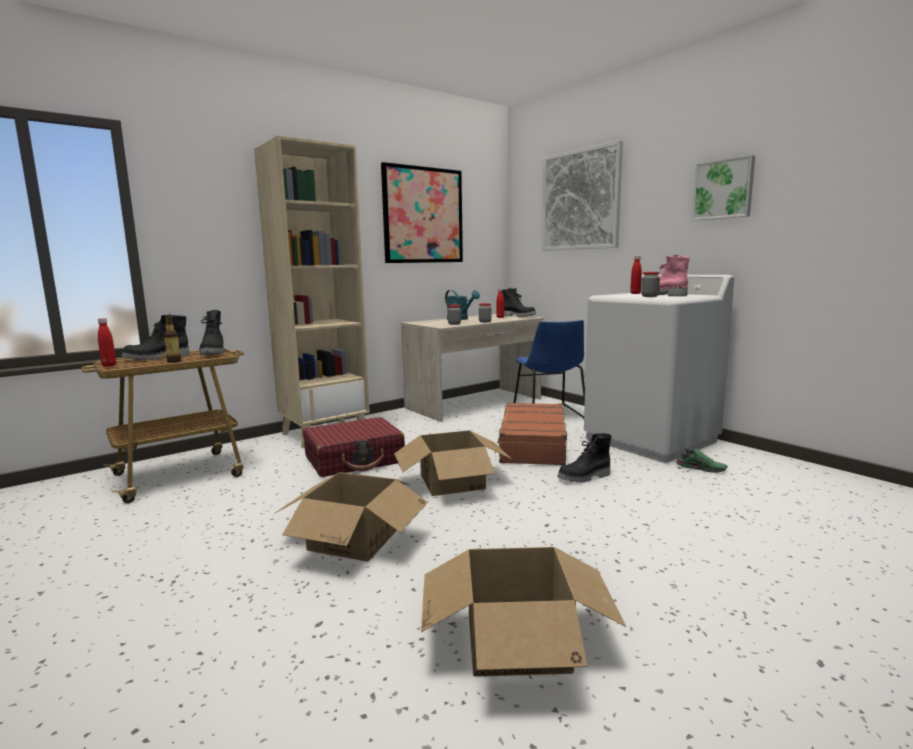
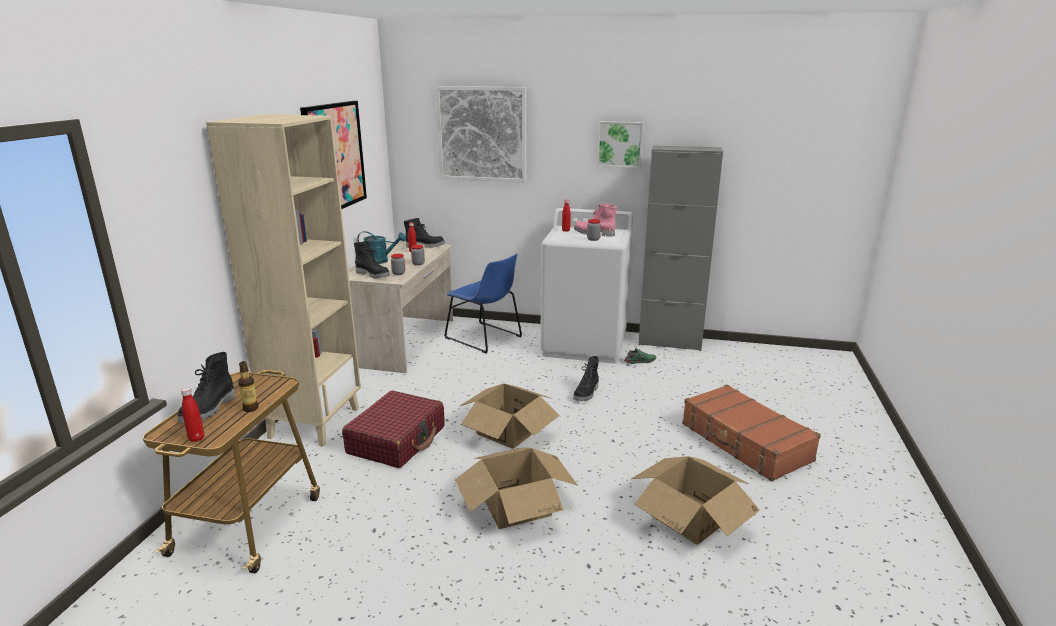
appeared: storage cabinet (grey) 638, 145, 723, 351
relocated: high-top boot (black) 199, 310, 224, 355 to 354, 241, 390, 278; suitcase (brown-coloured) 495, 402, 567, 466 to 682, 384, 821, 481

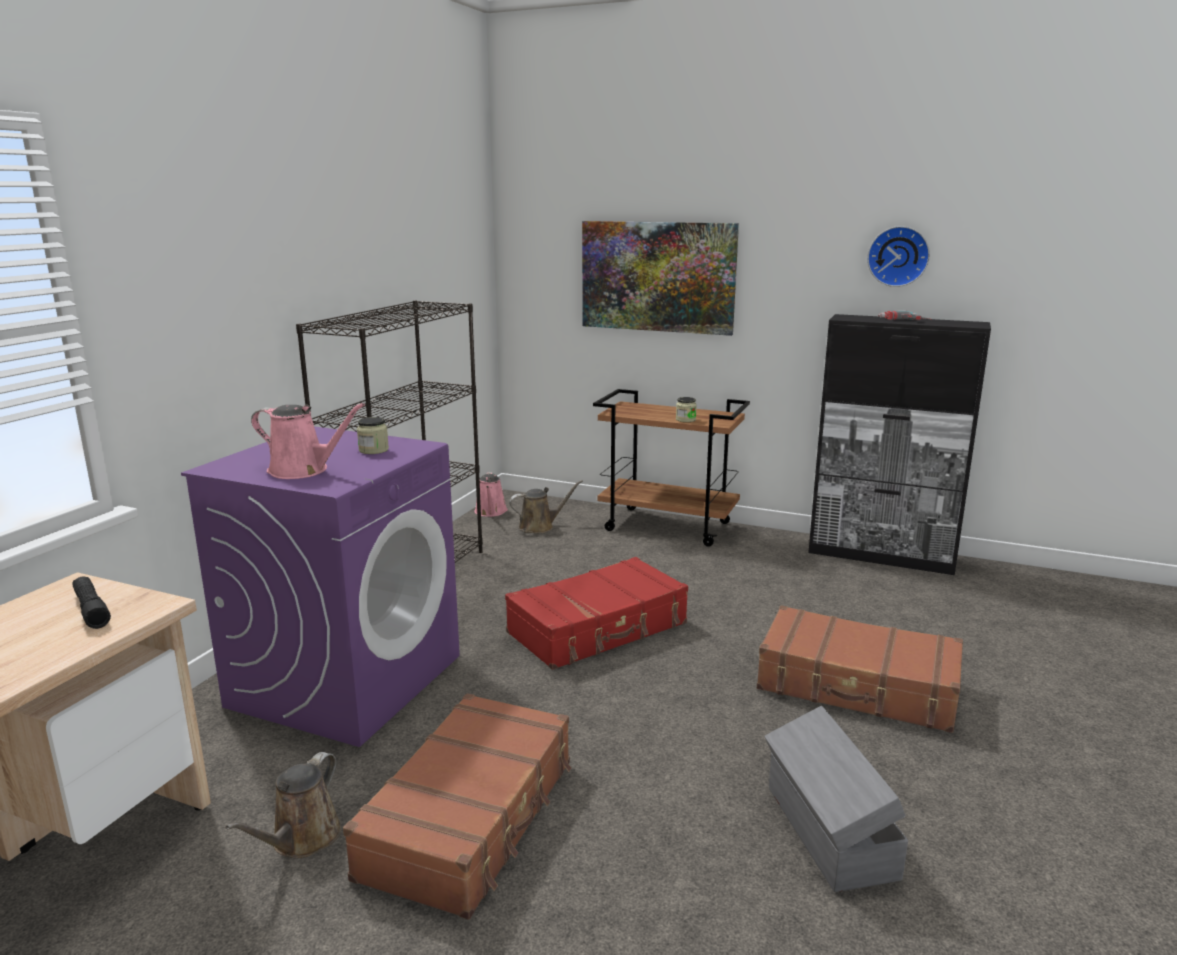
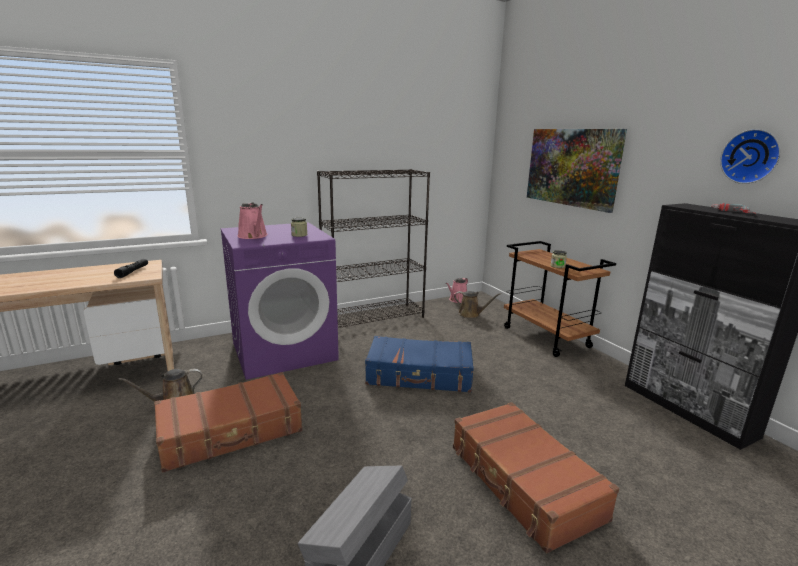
colour: suitcase (red) 505, 557, 688, 670 to suitcase (blue) 365, 336, 474, 393

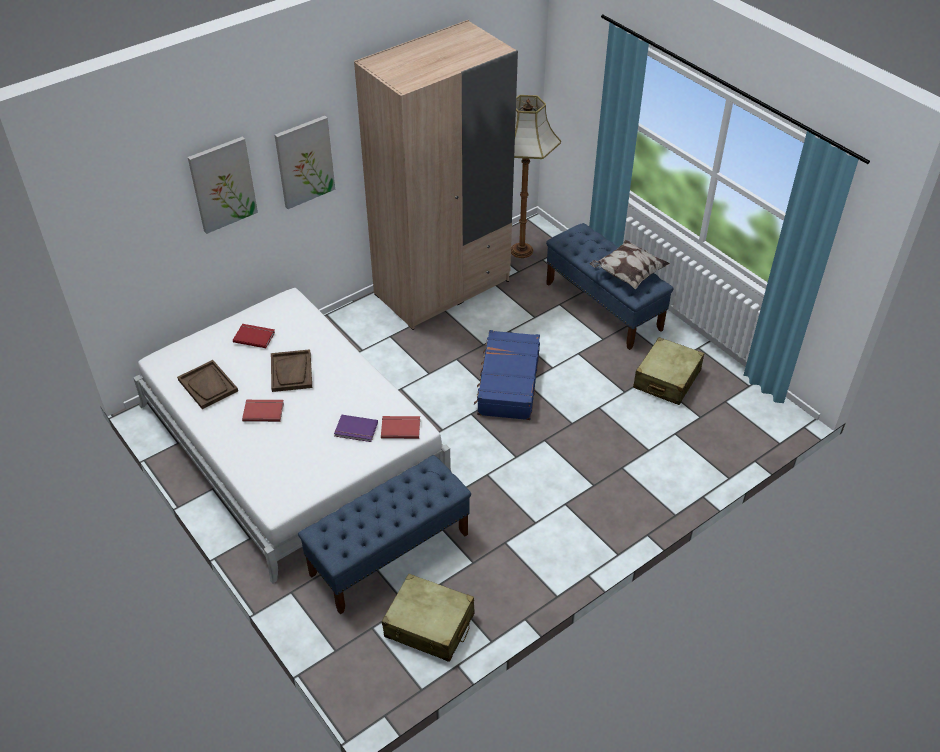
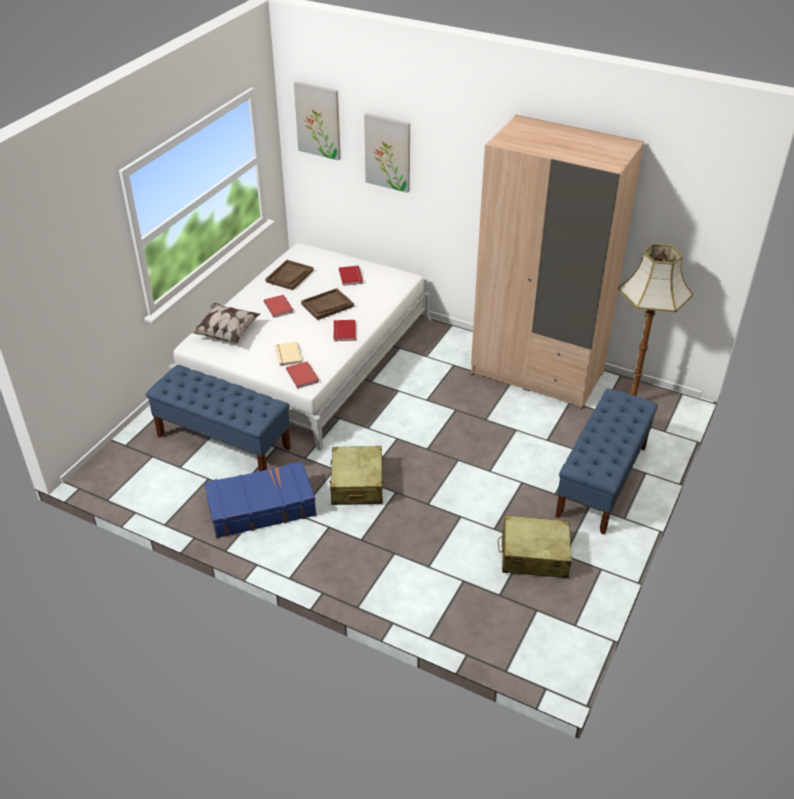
appeared: volume (red) 334, 320, 356, 341
relocated: picture 275, 116, 335, 209 to 294, 82, 341, 161; pillow 590, 240, 670, 289 to 189, 303, 260, 344; suitcase (blue) 474, 330, 540, 420 to 204, 461, 317, 538; suitcase (beige) 382, 574, 475, 662 to 329, 446, 383, 505
colour: volume (purple) 334, 415, 378, 442 to volume (beige) 275, 342, 302, 366

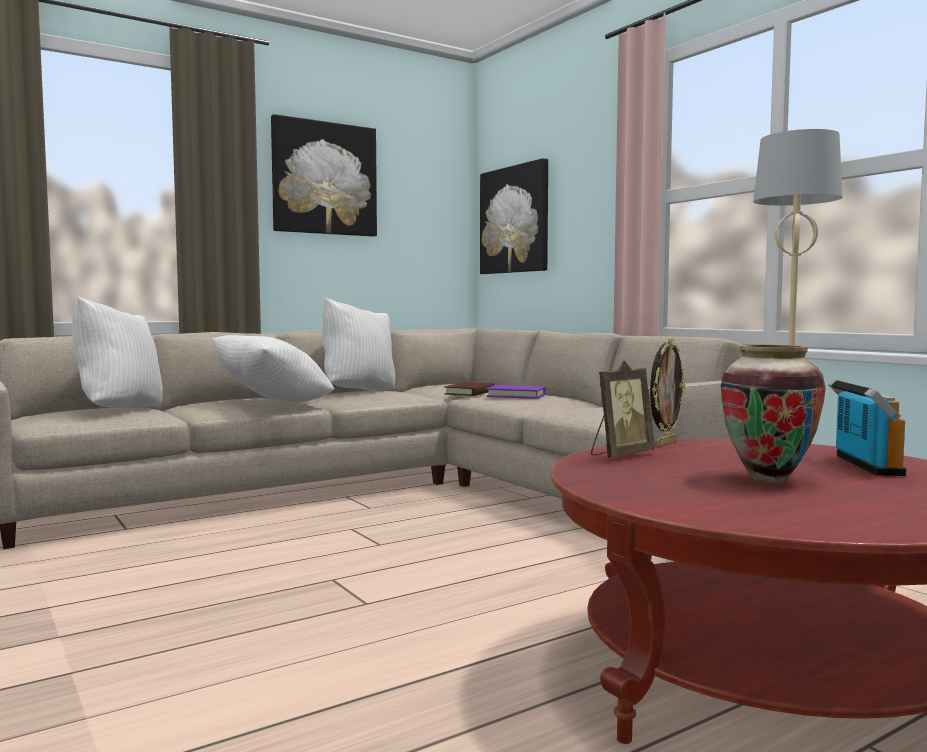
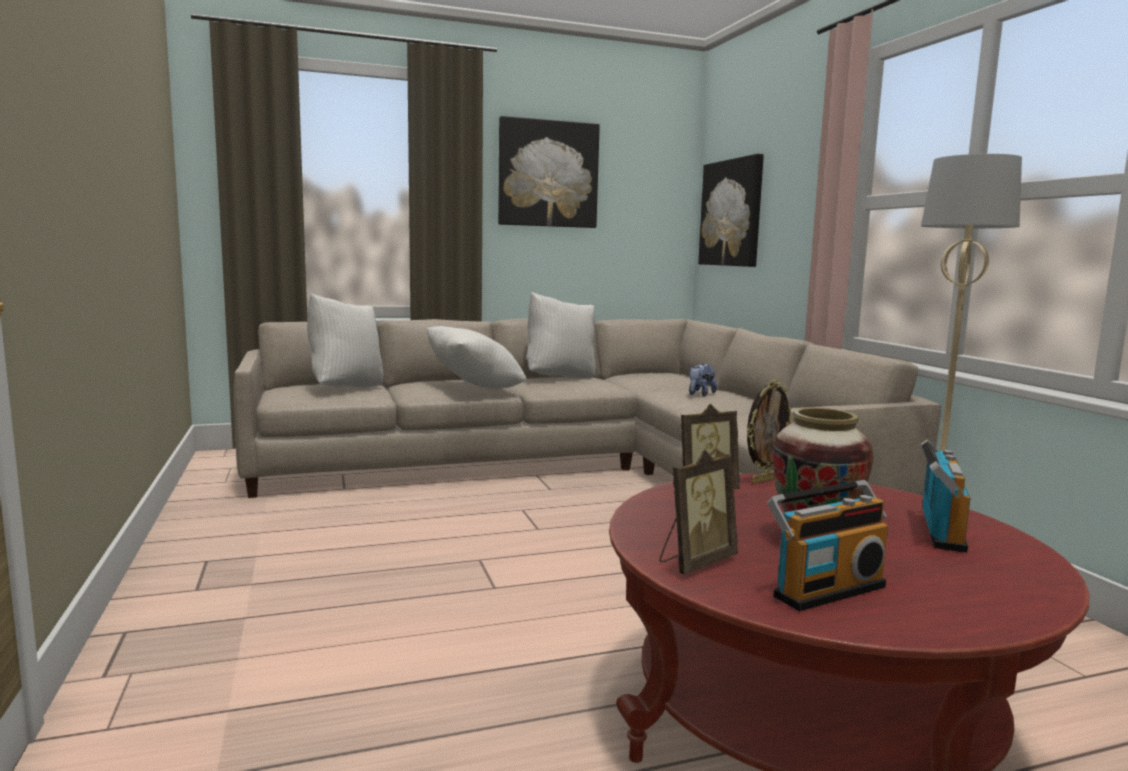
missing: volume (brown-coloured) 444, 382, 495, 396
appeared: photo frame 660, 449, 738, 574; radio 767, 480, 888, 611
exchanged: volume (purple) 486, 385, 546, 399 to cuddly toy 689, 364, 717, 396

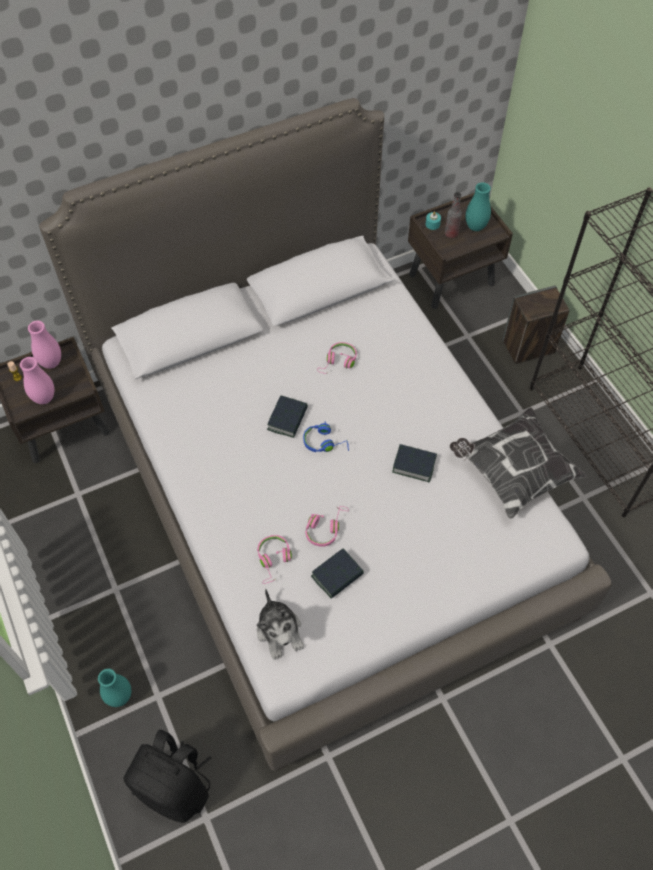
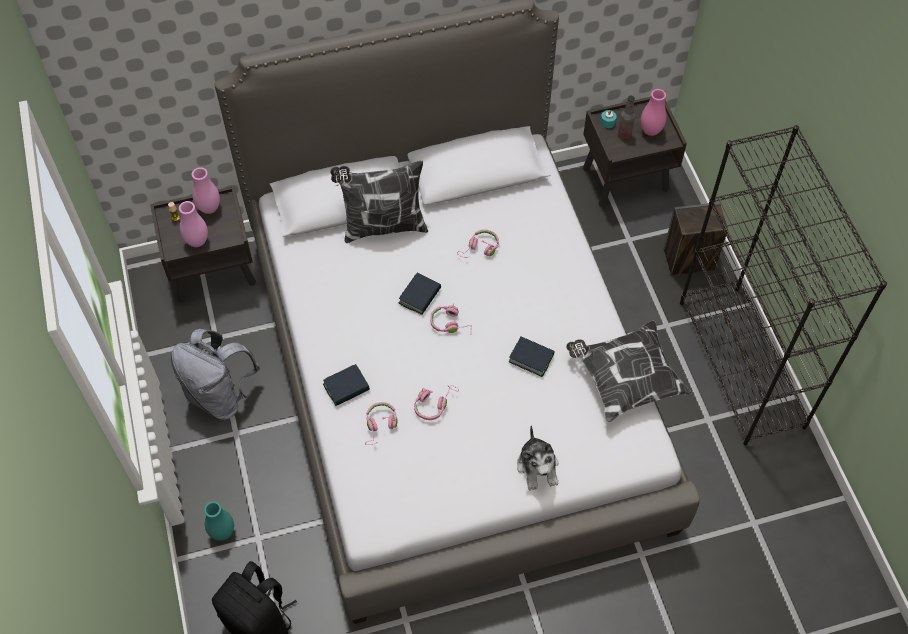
appeared: pillow 330, 161, 428, 243; knapsack (grey) 171, 329, 260, 420
relocated: volume 311, 549, 364, 599 to 323, 364, 370, 406; cuddly toy 257, 588, 304, 660 to 517, 425, 558, 491
colour: decorative vase (turquoise-coloured) 466, 182, 491, 231 to decorative vase (pink) 641, 89, 667, 136; pair of headphones (blue) 303, 421, 349, 452 to pair of headphones (pink) 430, 304, 472, 333

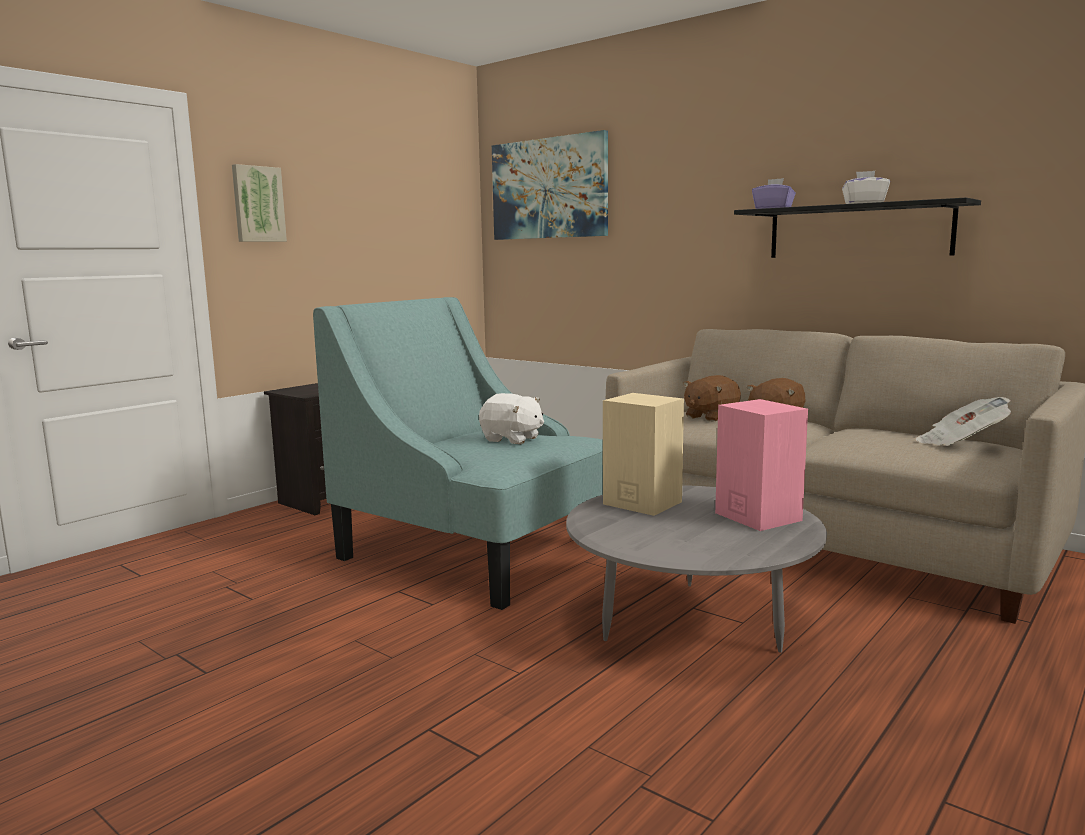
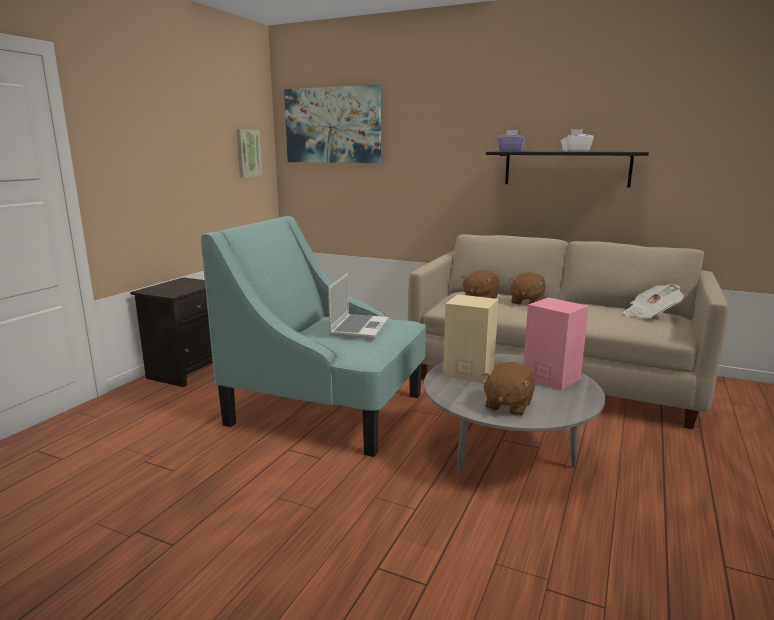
appeared: cuddly toy (brown-coloured) 482, 362, 535, 416
relocated: picture 232, 164, 287, 242 to 236, 129, 263, 178
exchanged: cuddly toy (white) 479, 393, 544, 444 to laptop 328, 273, 389, 339

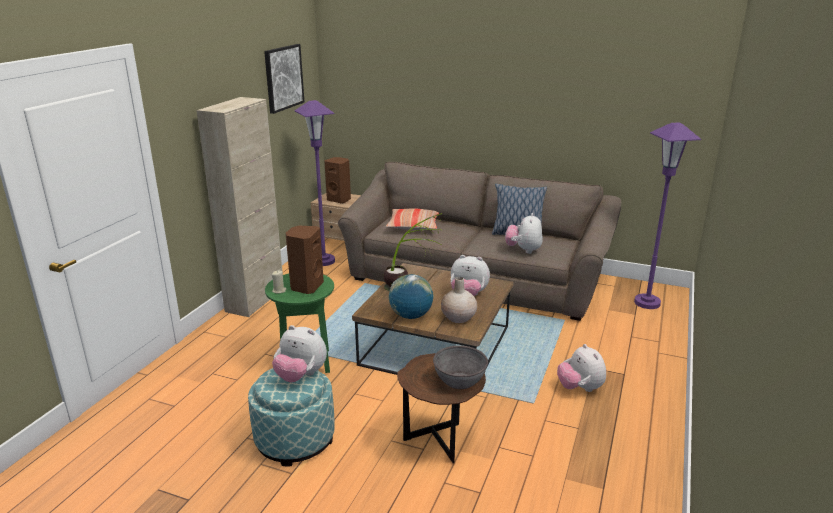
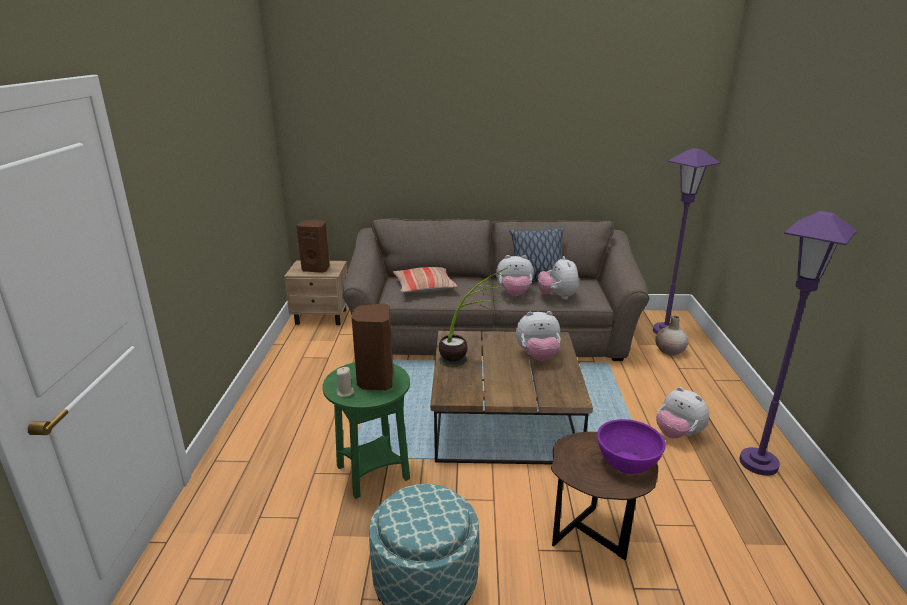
missing: picture 264, 44, 304, 114; storage cabinet (beige) 197, 97, 283, 317; desk globe 389, 274, 434, 319
relocated: standing lamp (purple) 295, 100, 335, 266 to 739, 211, 857, 476; decorative vase (beige) 441, 277, 477, 323 to 655, 316, 688, 356; cuddly toy 272, 325, 327, 382 to 496, 255, 534, 296
colour: bowl (grey) 433, 346, 488, 389 to bowl (purple) 597, 419, 666, 474

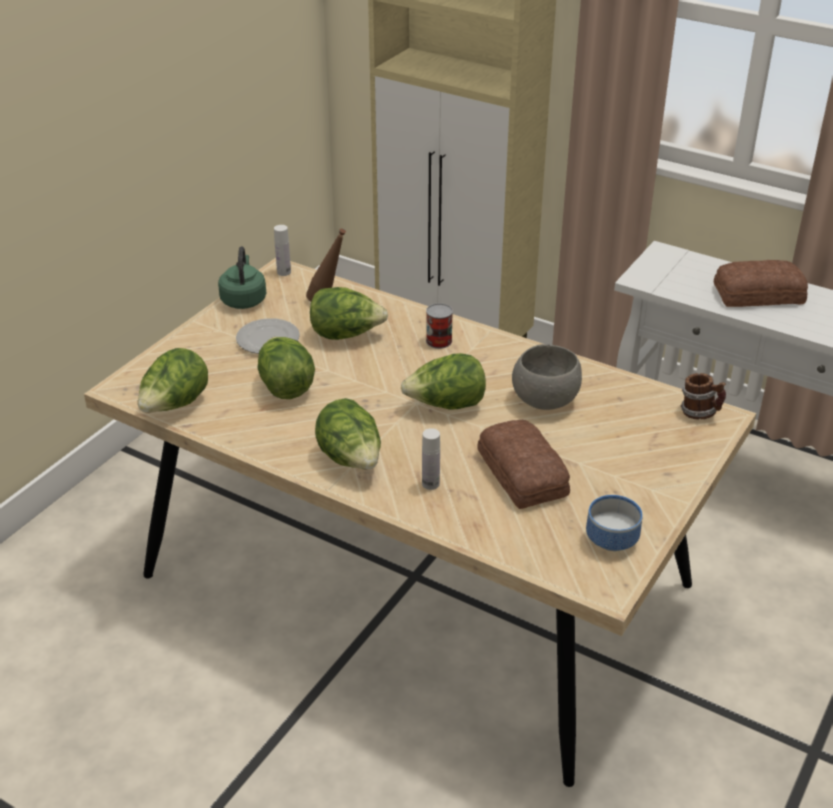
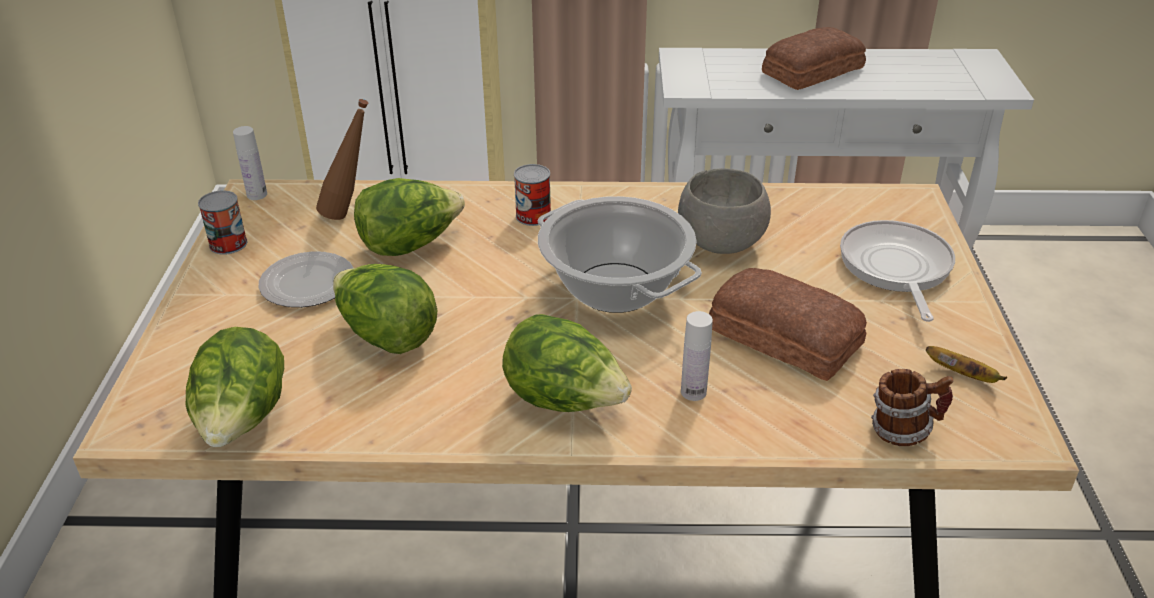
appeared: frying pan 840, 220, 955, 322
relocated: tea mug 681, 373, 726, 420 to 871, 369, 954, 446
exchanged: kettle (green-coloured) 218, 246, 266, 309 to can 198, 190, 247, 255; lettuce 401, 353, 486, 410 to stockpot 538, 196, 702, 313; bowl 586, 495, 643, 551 to banana 926, 346, 1007, 383

